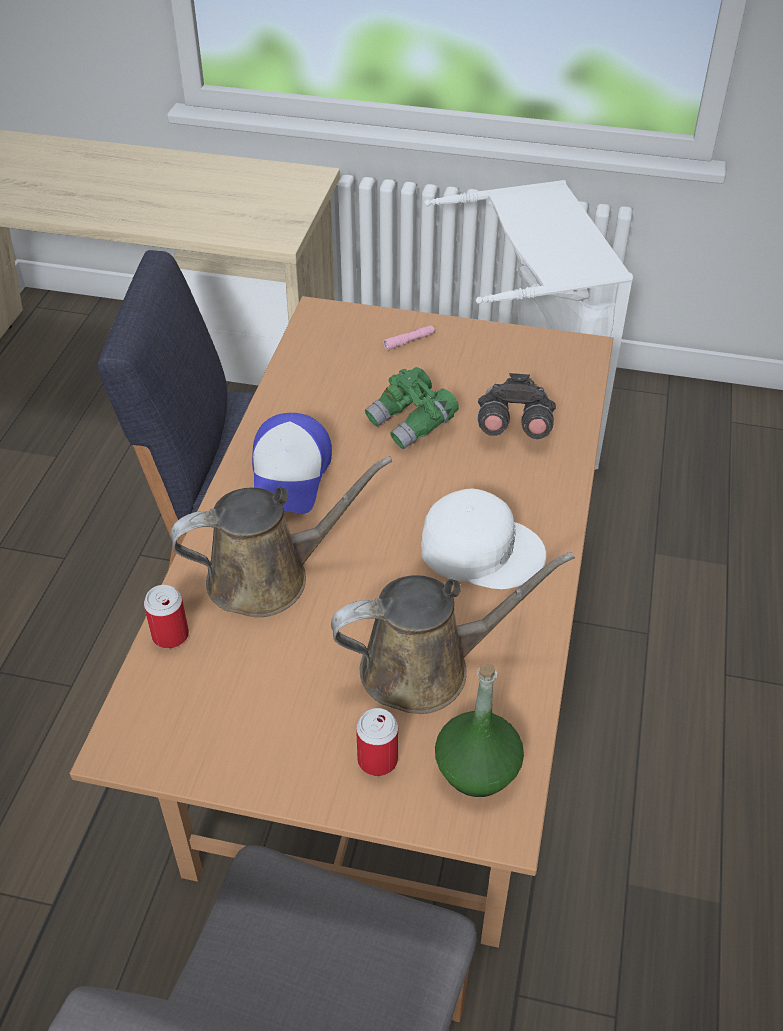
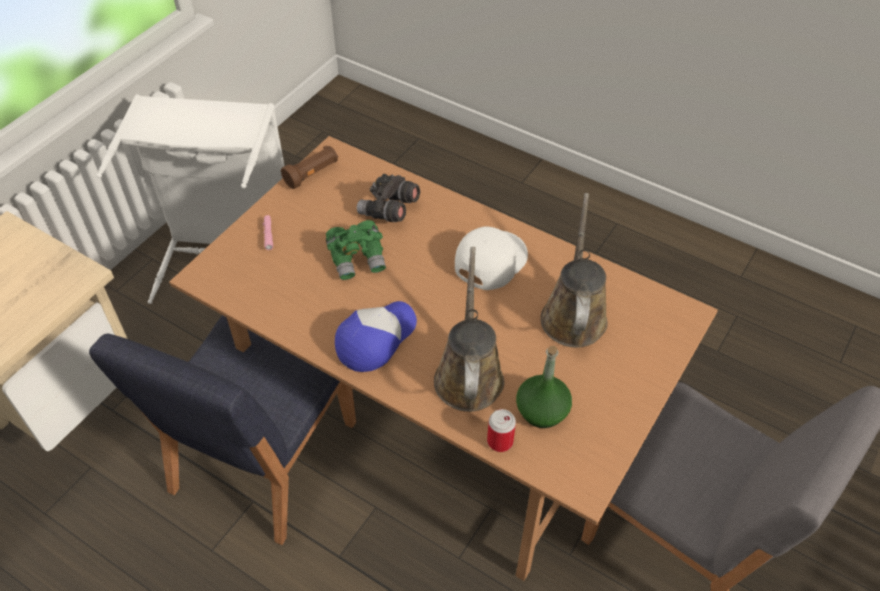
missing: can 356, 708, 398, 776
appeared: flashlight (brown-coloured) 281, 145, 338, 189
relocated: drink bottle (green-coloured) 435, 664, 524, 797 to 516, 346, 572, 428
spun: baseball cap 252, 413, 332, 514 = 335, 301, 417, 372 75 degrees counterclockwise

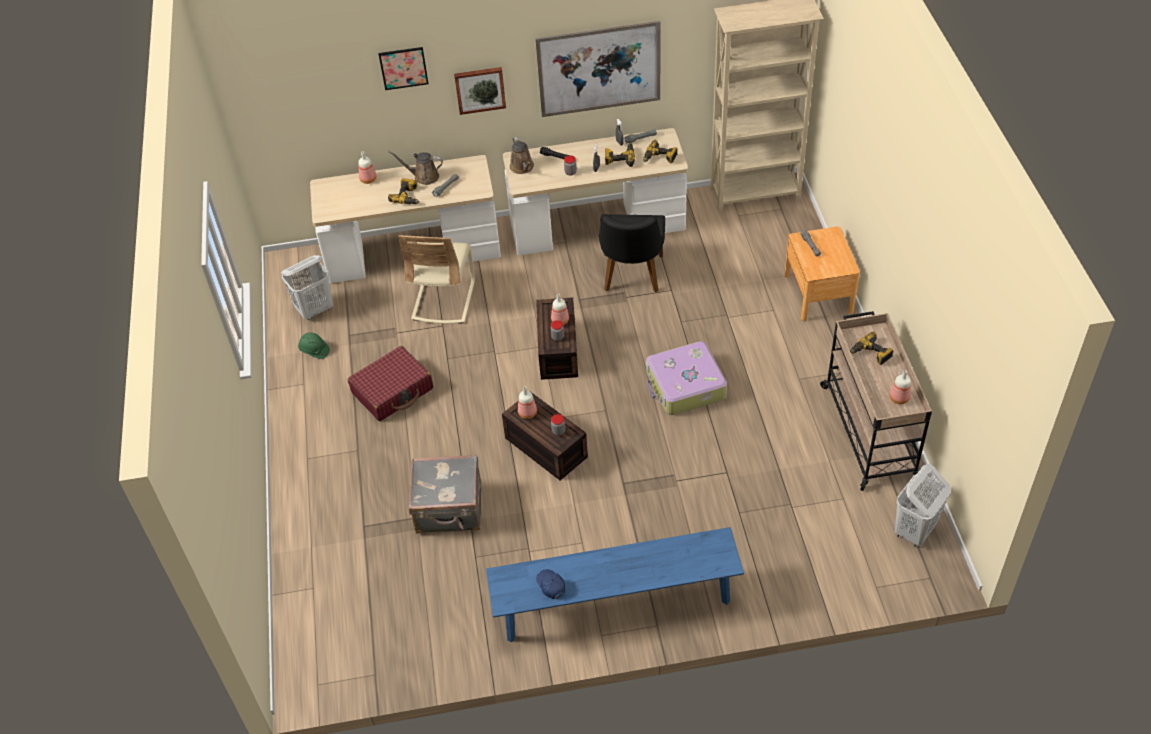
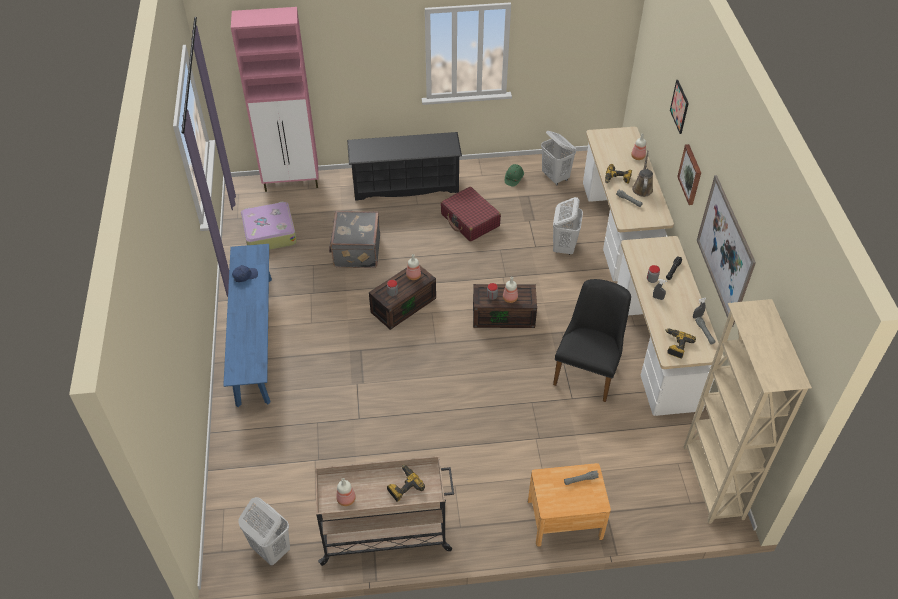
missing: watering pot (brown-coloured) 510, 137, 534, 174; power drill 605, 143, 635, 167
appeared: storage cabinet (pink) 231, 7, 319, 192; shoe stand (black) 347, 132, 462, 201
relocated: suitcase 646, 341, 727, 415 to 241, 201, 297, 250
exchanged: chair (beige) 398, 235, 475, 324 to hamper (white) 553, 197, 583, 255
spun: chair (black) 599, 214, 665, 292 = 553, 279, 631, 402 105 degrees clockwise

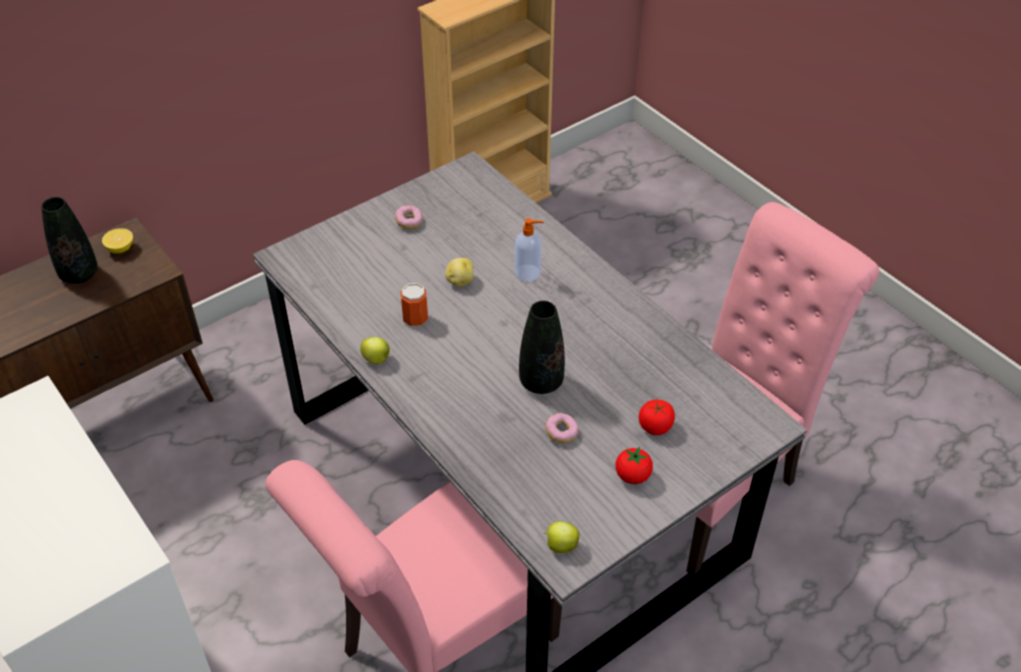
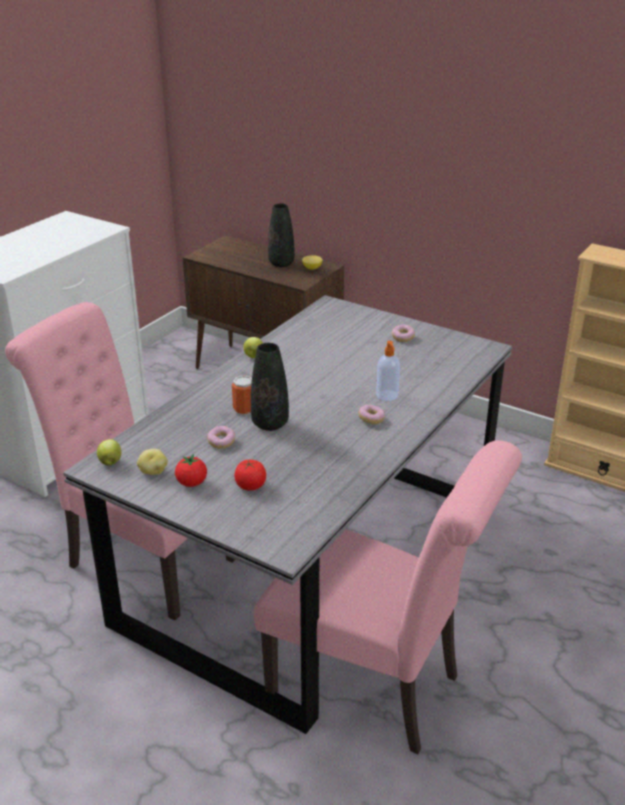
appeared: ring doughnut 359, 405, 385, 424
relocated: spud 445, 258, 474, 287 to 137, 449, 168, 475; can 400, 283, 428, 327 to 232, 375, 252, 415

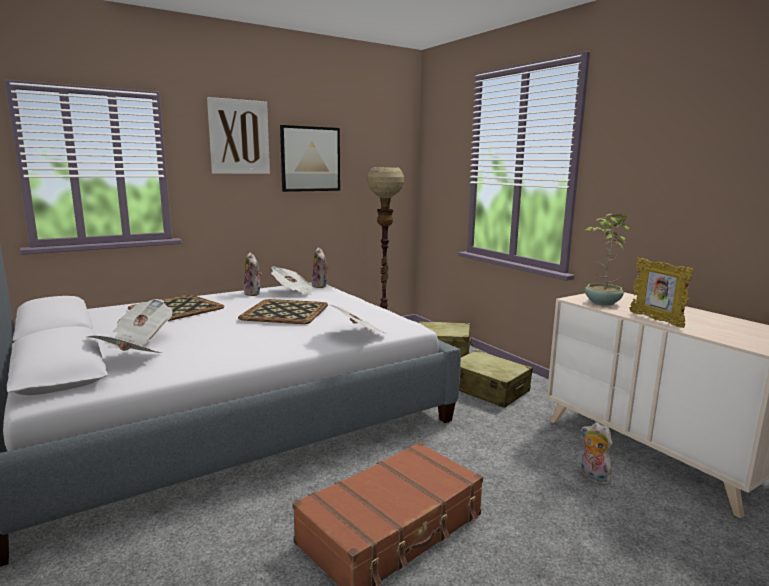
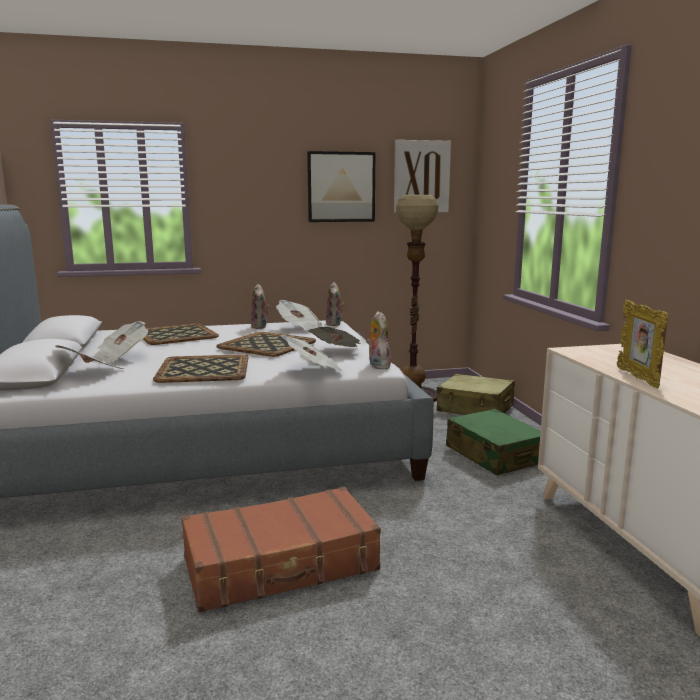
missing: plant in a pot 585, 214, 629, 306
appeared: printed paper 308, 327, 360, 347; tray 153, 355, 248, 383
relocated: picture 207, 97, 270, 174 to 394, 140, 451, 213; cuddly toy 581, 422, 612, 485 to 366, 311, 391, 369
colour: suitcase (beige) 459, 350, 533, 408 to suitcase (green-coloured) 446, 409, 541, 475

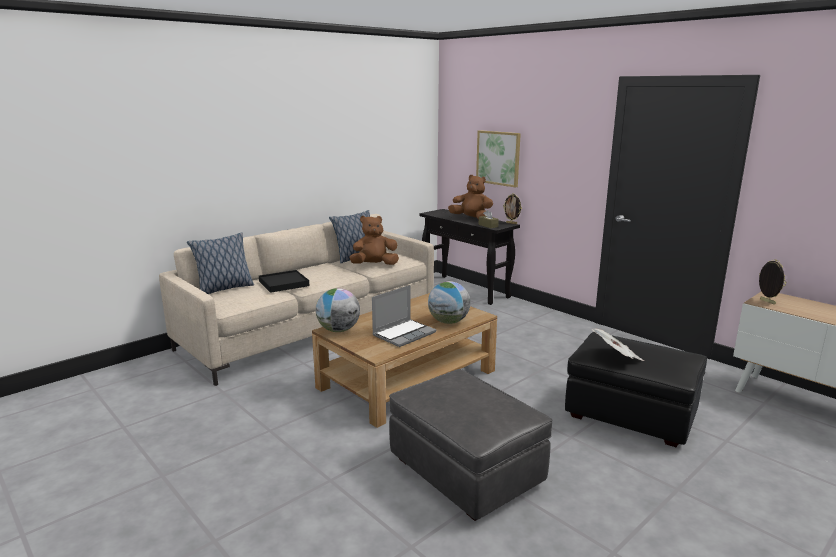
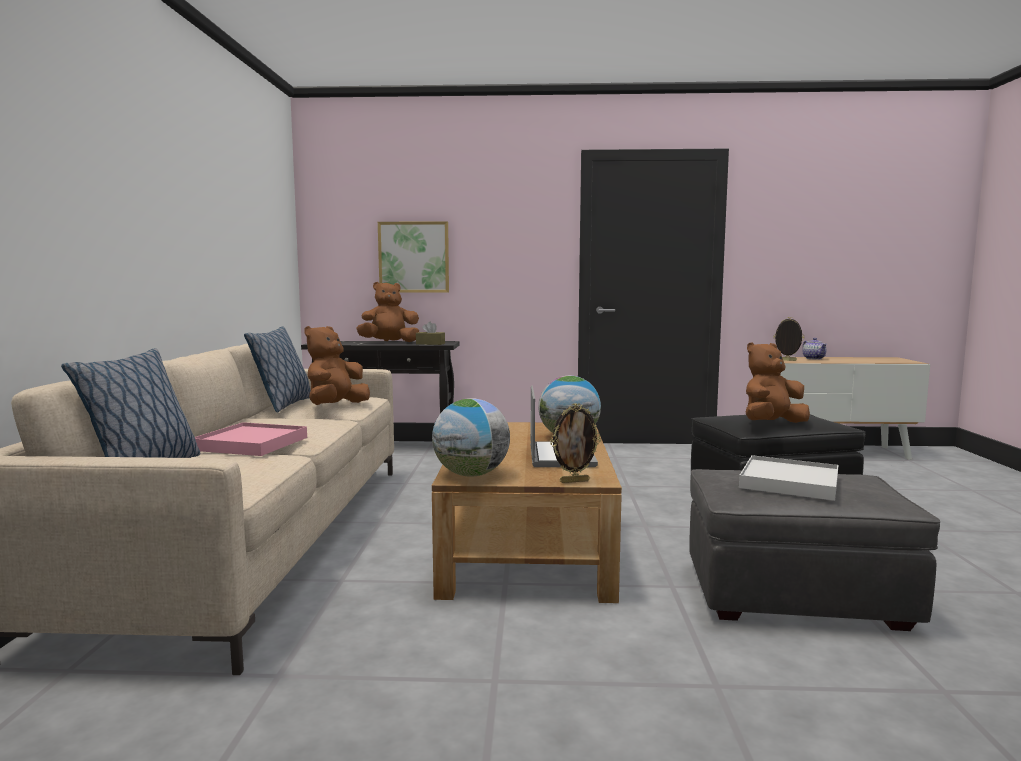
appeared: teapot 802, 338, 827, 360; tray (white) 739, 455, 838, 501
relocated: photo frame 503, 193, 522, 224 to 550, 403, 601, 483
exchanged: printed paper 591, 328, 644, 361 to cuddly toy (brown-coloured) 746, 342, 810, 423
colour: tray (black) 259, 270, 309, 293 to tray (pink) 195, 422, 307, 456

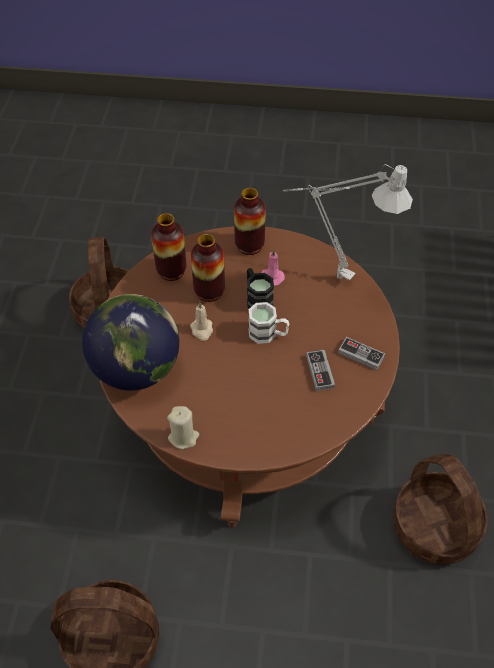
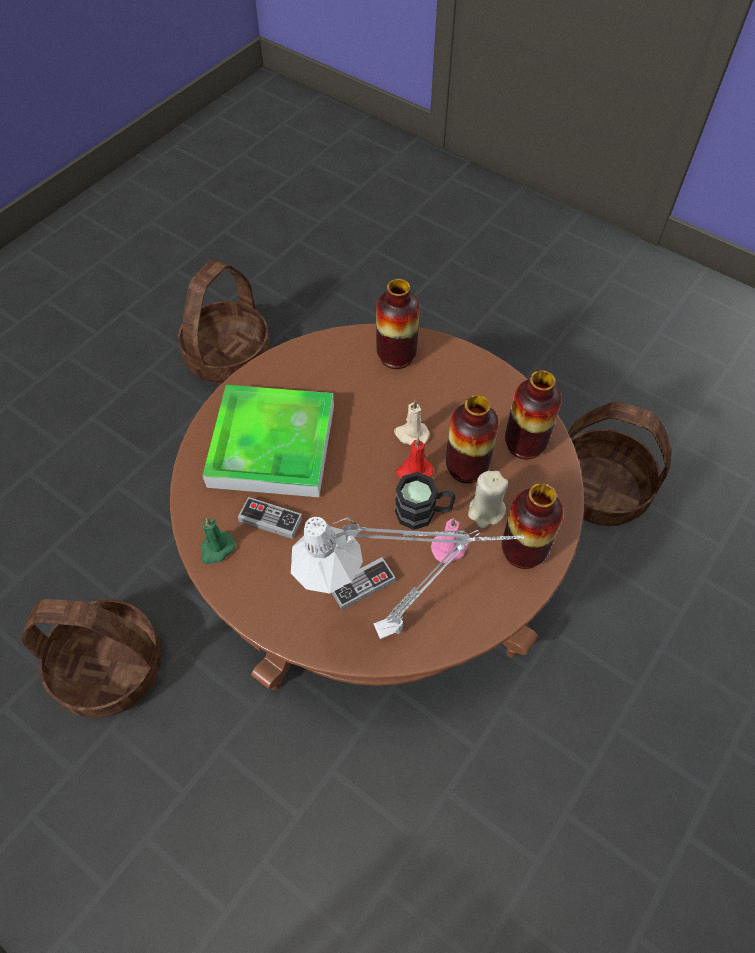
missing: tea mug (white) 249, 302, 289, 344
appeared: tray 202, 385, 334, 497; wax light (red) 396, 437, 433, 478; wax light (green-coloured) 200, 517, 236, 564
relocated: game controller 338, 337, 385, 370 to 332, 557, 396, 610; wax light (beige) 167, 406, 199, 449 to 468, 471, 508, 528
exchanged: desk globe 82, 294, 179, 391 to decorative vase 376, 279, 420, 369

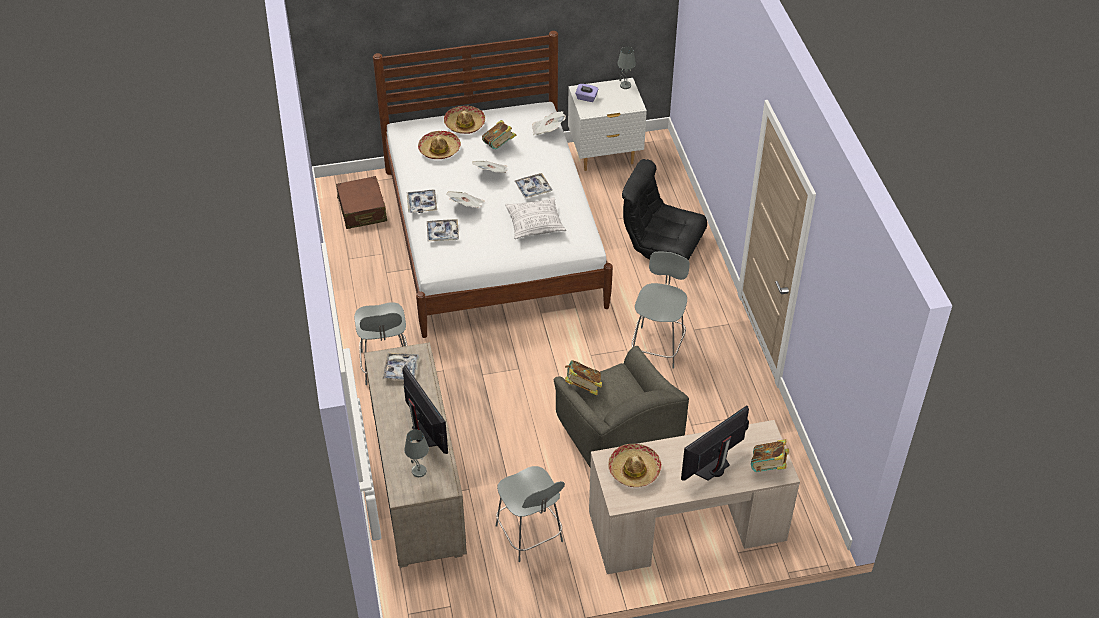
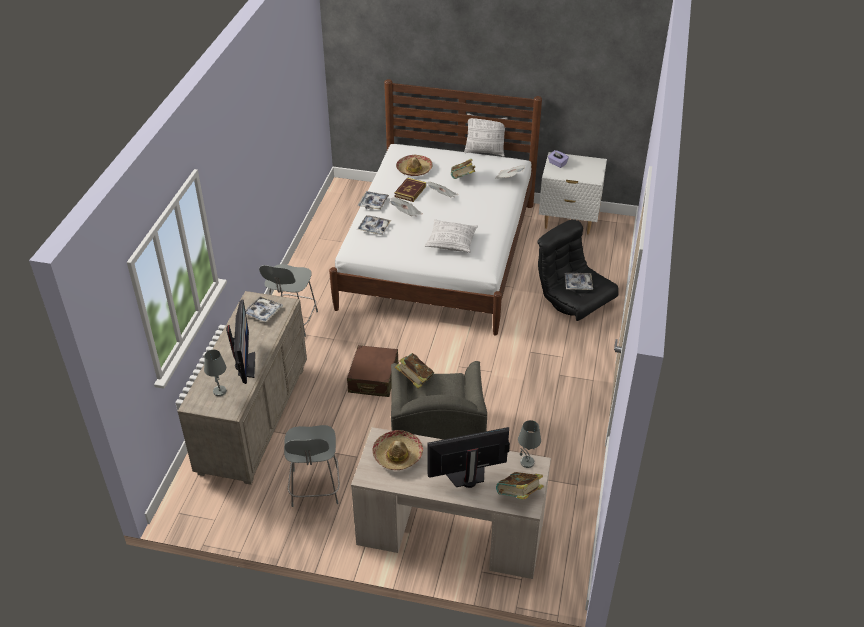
missing: wearable hat 444, 106, 485, 134; chair (grey) 631, 252, 690, 369
appeared: pillow 464, 113, 508, 157; volume 394, 177, 426, 202
relocated: lamp for a table (grey) 617, 47, 636, 89 to 518, 420, 541, 468; tray 515, 173, 552, 198 to 565, 273, 593, 290; suitcase (brown-coloured) 336, 176, 387, 229 to 347, 345, 399, 397

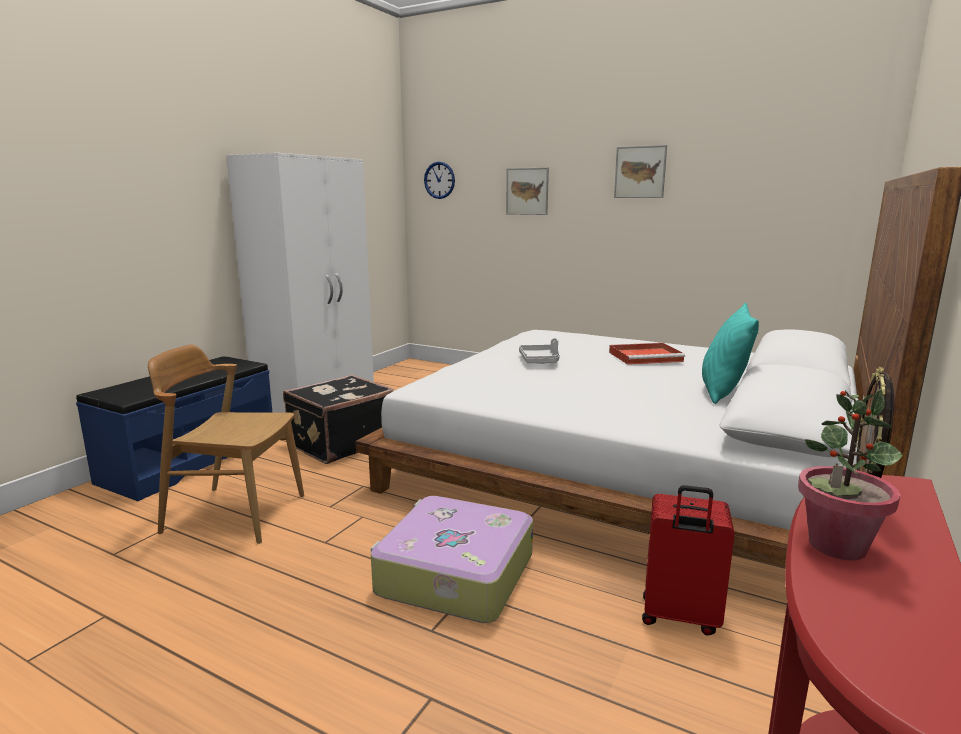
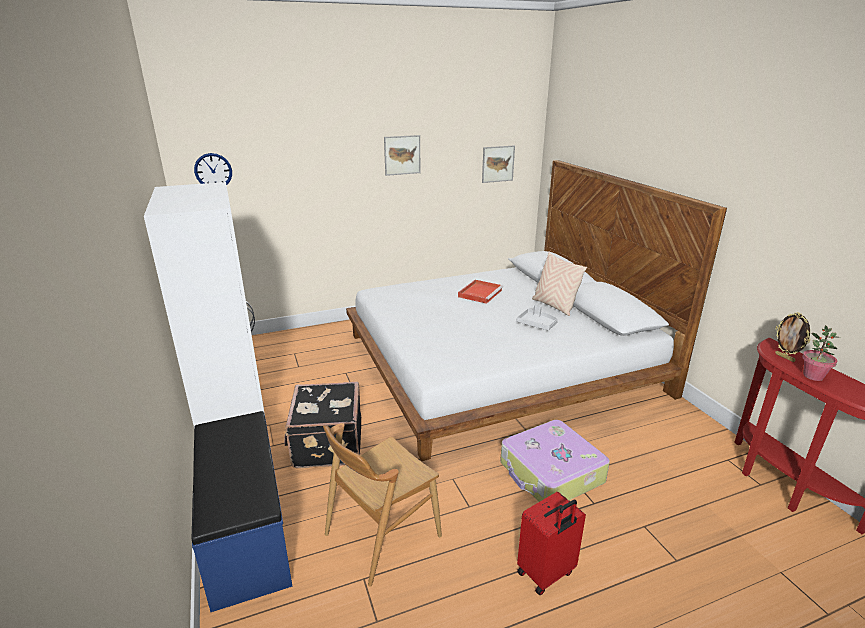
relocated: picture 506, 168, 549, 215 to 482, 146, 515, 183; tray (grey) 519, 338, 560, 364 to 516, 304, 558, 330; suitcase (red) 642, 485, 735, 636 to 517, 492, 586, 595
colour: pillow (turquoise-coloured) 702, 303, 759, 404 to pillow (beige) 532, 252, 587, 316

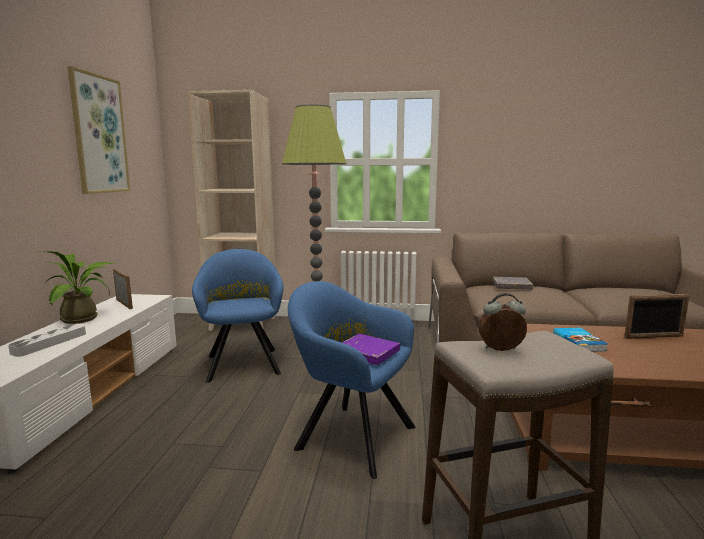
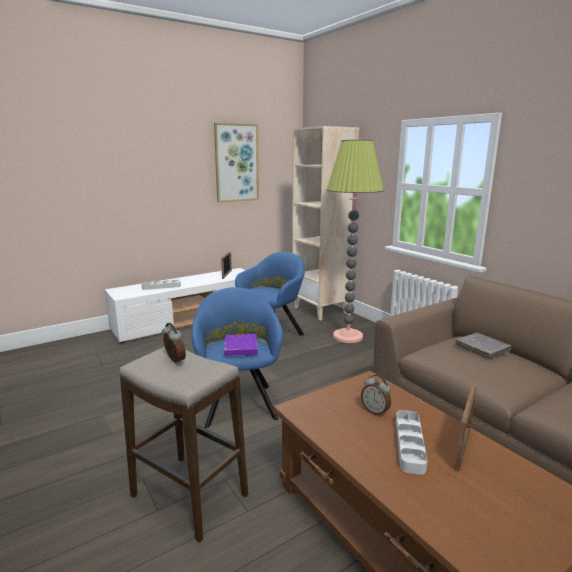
missing: plant in a pot 45, 251, 116, 324
appeared: tray (grey) 396, 410, 427, 475
exchanged: volume 553, 328, 608, 352 to alarm clock 361, 374, 391, 417
spun: photo frame 624, 294, 690, 339 = 454, 385, 476, 472 105 degrees counterclockwise

